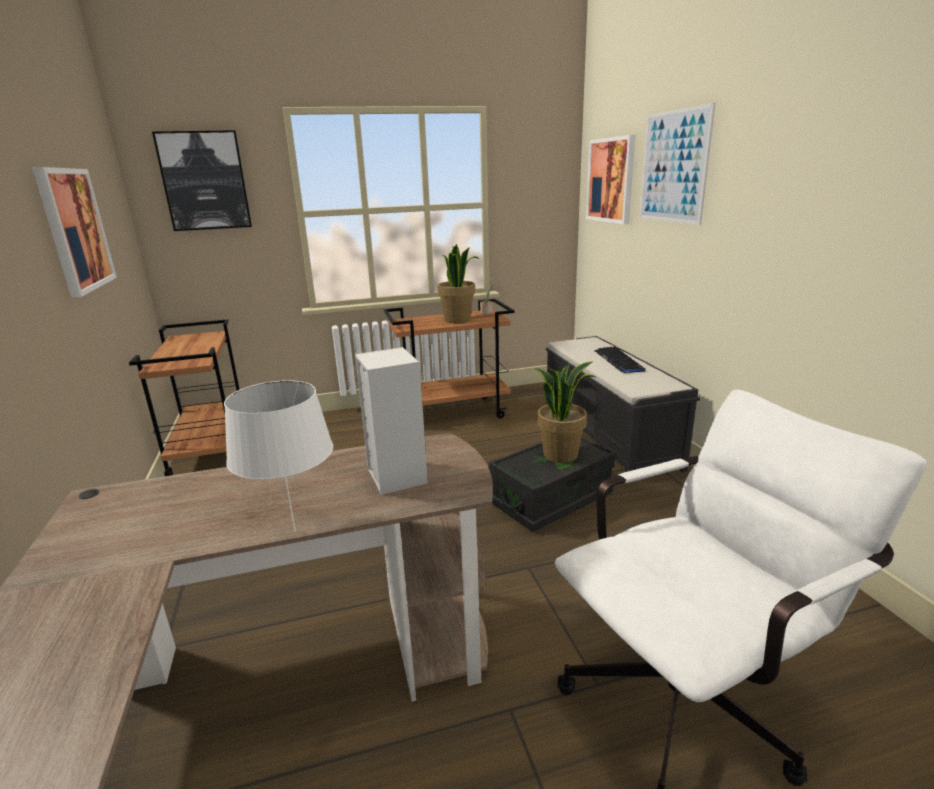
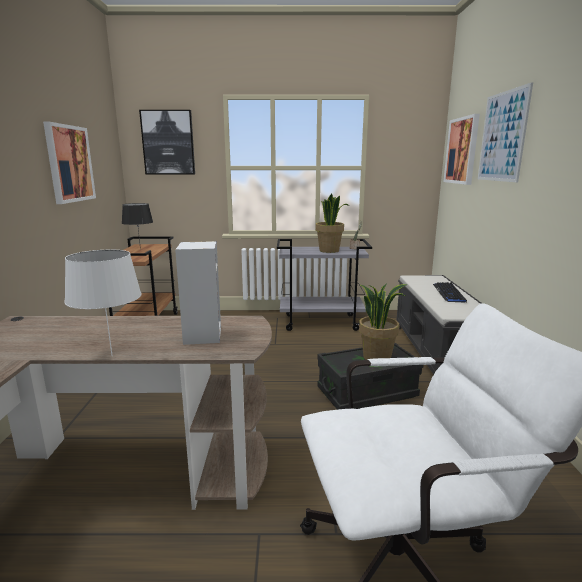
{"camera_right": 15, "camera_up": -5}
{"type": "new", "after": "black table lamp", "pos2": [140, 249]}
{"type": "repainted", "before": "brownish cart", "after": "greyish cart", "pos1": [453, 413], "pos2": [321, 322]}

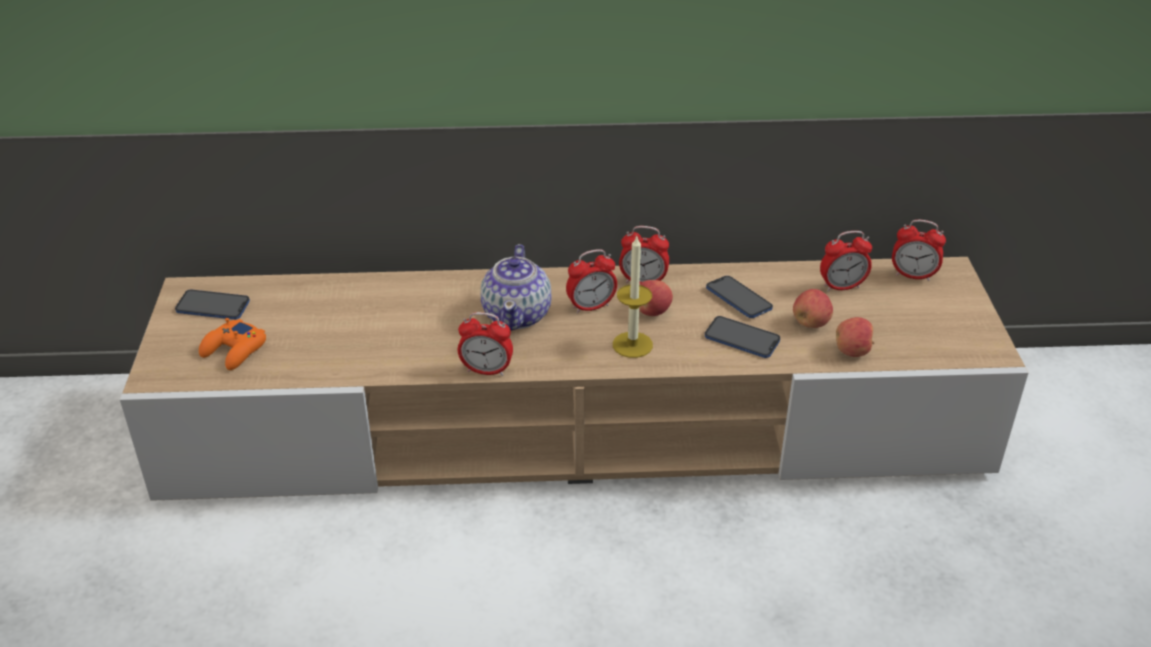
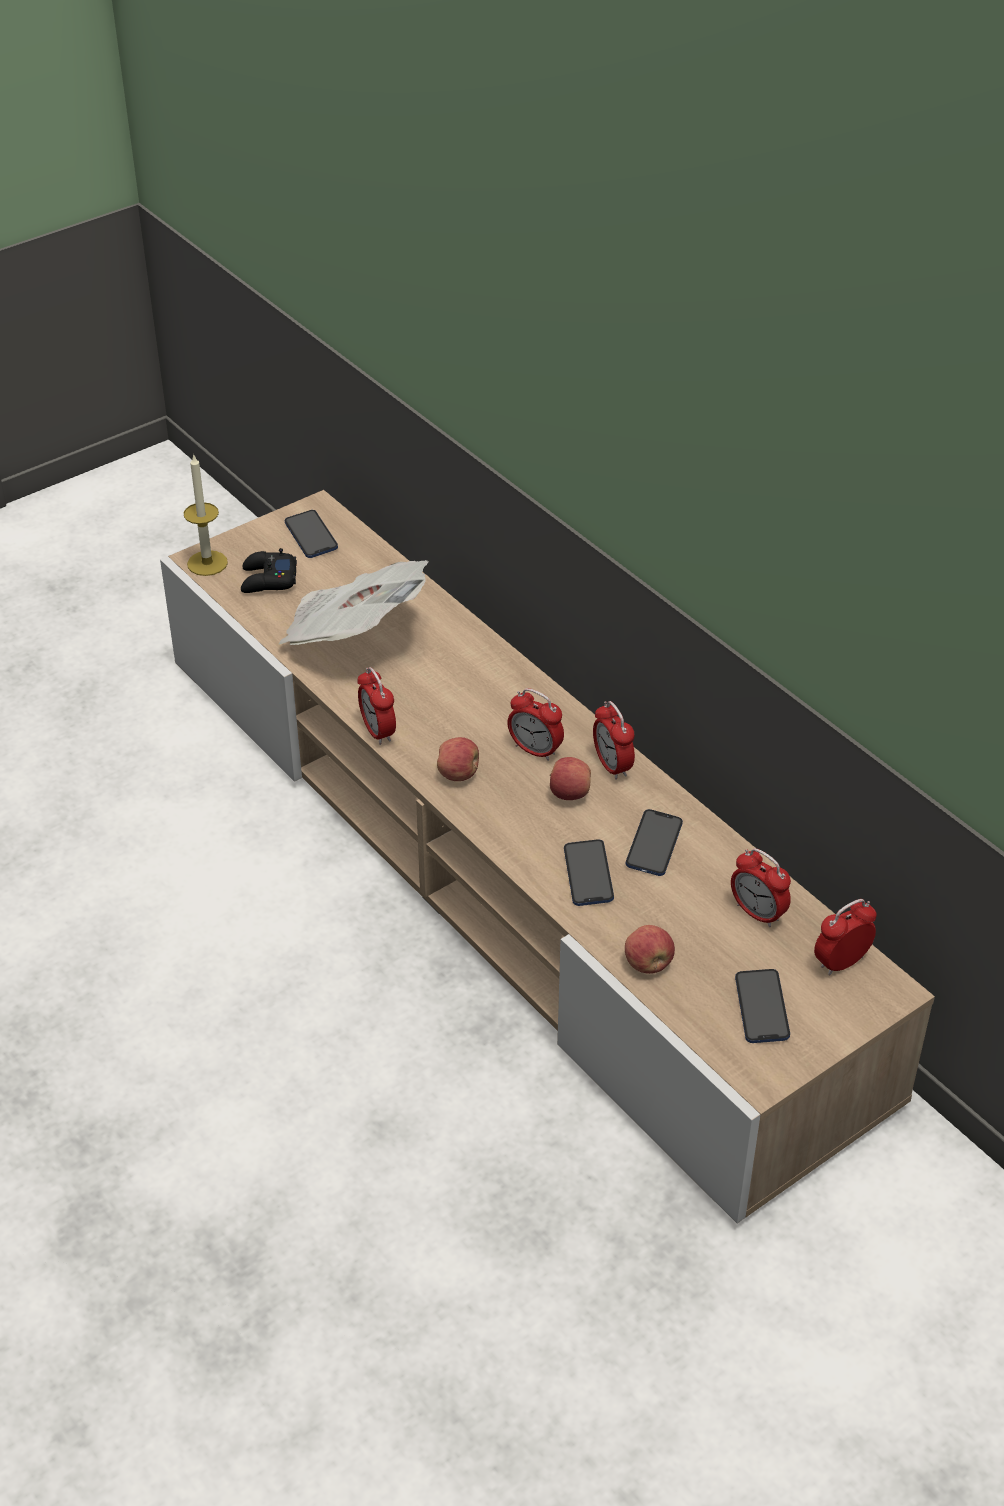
{"camera_right": 55, "camera_up": 5}
{"type": "gone", "before": "teapot", "pos1": [517, 314]}
{"type": "new", "after": "daily paper", "pos2": [354, 634]}
{"type": "new", "after": "telephone", "pos2": [761, 1008]}
{"type": "shifted", "before": "candle", "pos1": [632, 345], "pos2": [207, 563]}
{"type": "shifted", "before": "apple fruit", "pos1": [811, 323], "pos2": [458, 774]}
{"type": "repainted", "before": "orange-coloured game controller", "after": "black game controller", "pos1": [234, 350], "pos2": [268, 580]}
{"type": "rotated", "before": "alarm clock", "pos1": [913, 275], "pos2": [841, 962], "turn": 75}

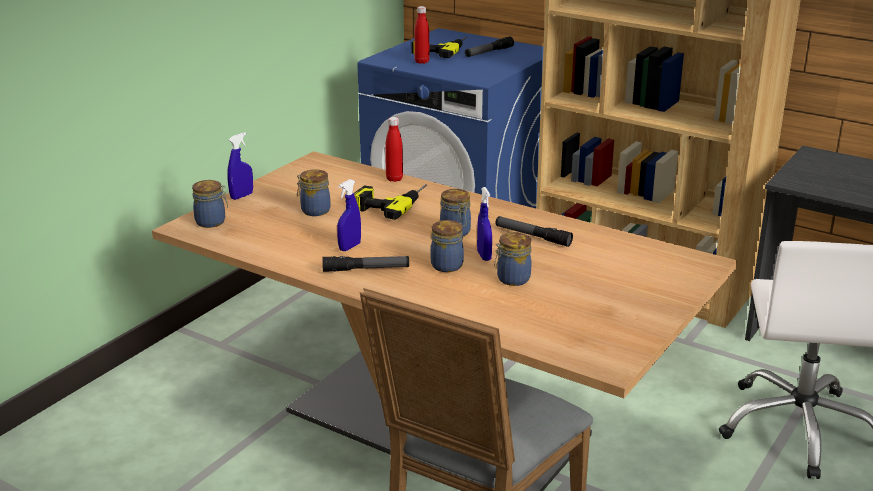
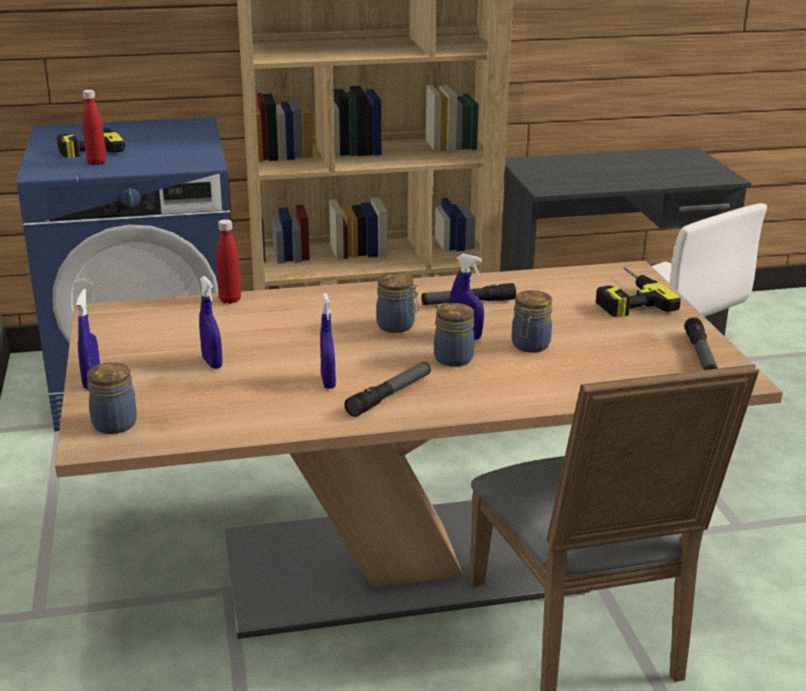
{"camera_right": -45, "camera_up": 0}
{"type": "shifted", "before": "electric drill", "pos1": [390, 202], "pos2": [625, 298]}
{"type": "shifted", "before": "hand torch", "pos1": [488, 52], "pos2": [700, 355]}
{"type": "swapped", "before": "storage jar", "after": "bluish sprayer", "pos1": [314, 210], "pos2": [212, 363]}

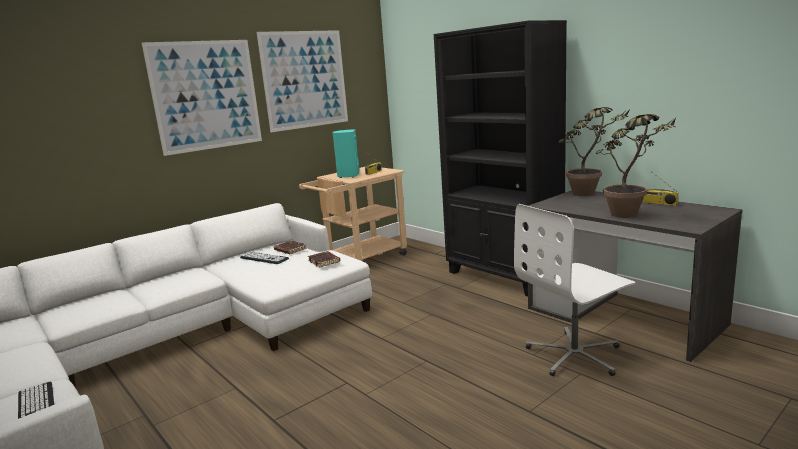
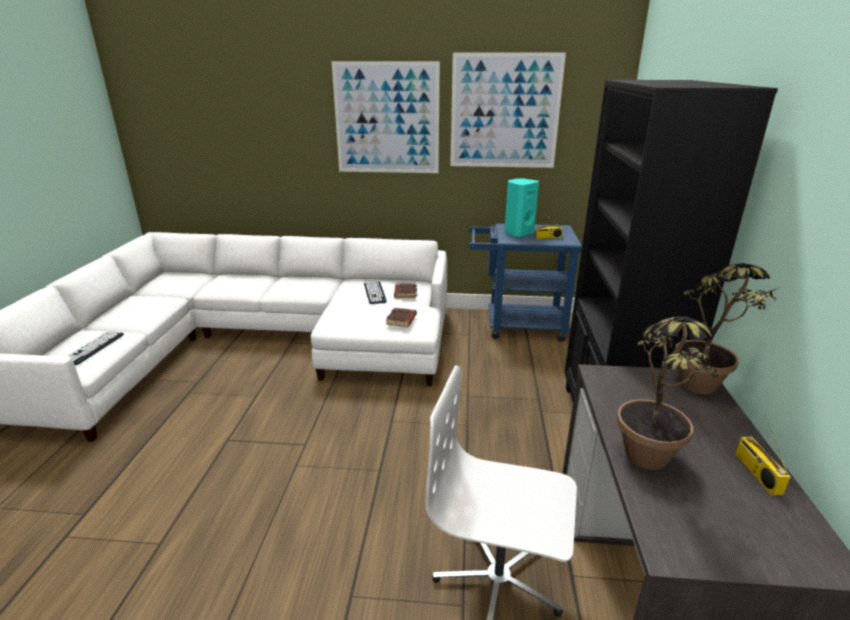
{"camera_right": 45, "camera_up": 10}
{"type": "repainted", "before": "beige-coloured cart", "after": "bluish cart", "pos1": [361, 259], "pos2": [517, 325]}

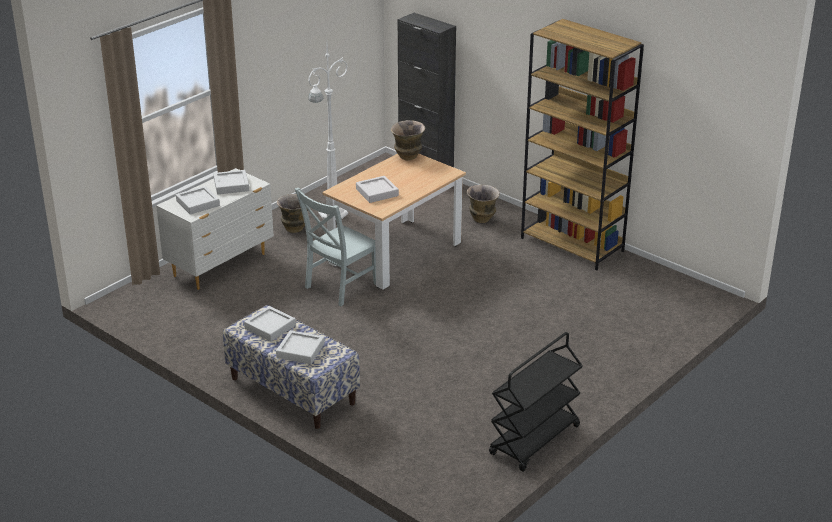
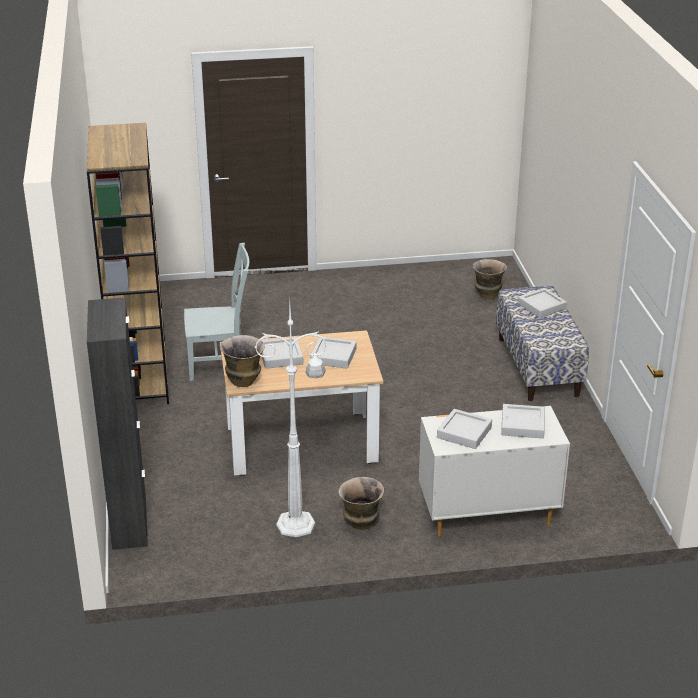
{"camera_right": -140, "camera_up": 0}
{"type": "gone", "before": "black cart", "pos1": [535, 441]}
{"type": "shifted", "before": "greyish tray", "pos1": [270, 327], "pos2": [281, 356]}
{"type": "shifted", "before": "greyish plain chair", "pos1": [339, 287], "pos2": [221, 364]}
{"type": "shifted", "before": "vase", "pos1": [482, 219], "pos2": [487, 295]}

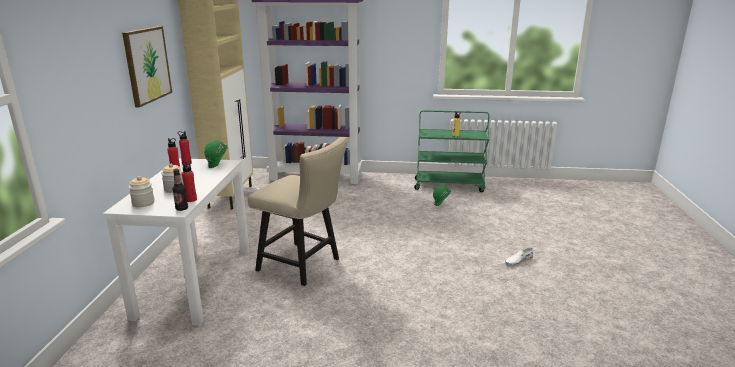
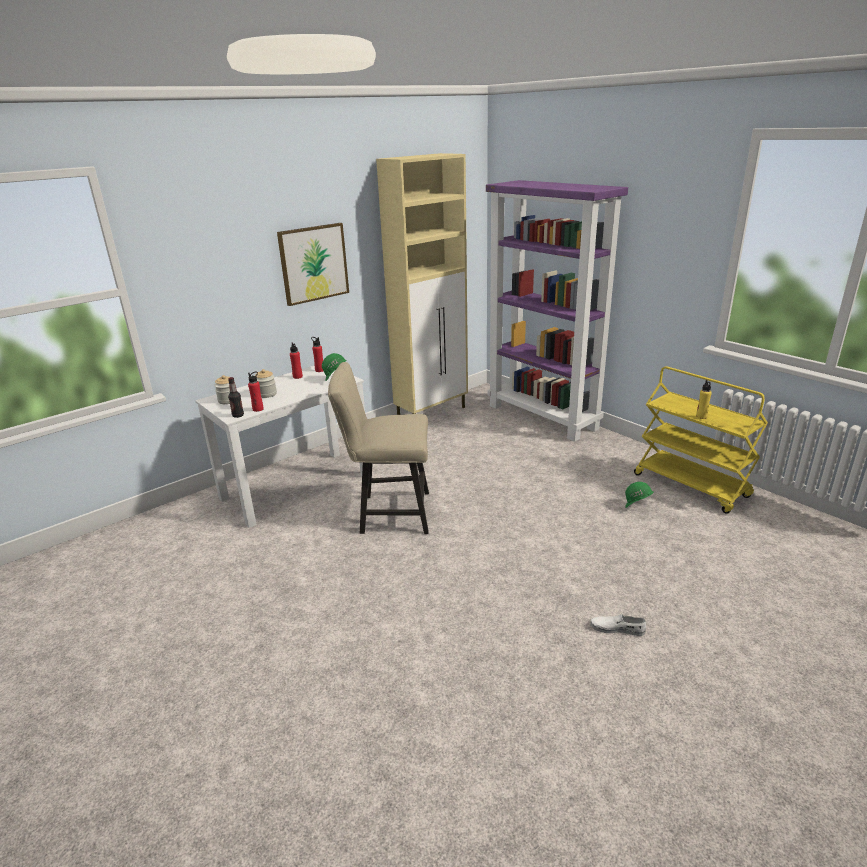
{"camera_right": 45, "camera_up": 5}
{"type": "repainted", "before": "green-coloured cart", "after": "yellow cart", "pos1": [449, 185], "pos2": [691, 486]}
{"type": "rotated", "before": "beige-coloured plain chair", "pos1": [304, 265], "pos2": [388, 513], "turn": 105}

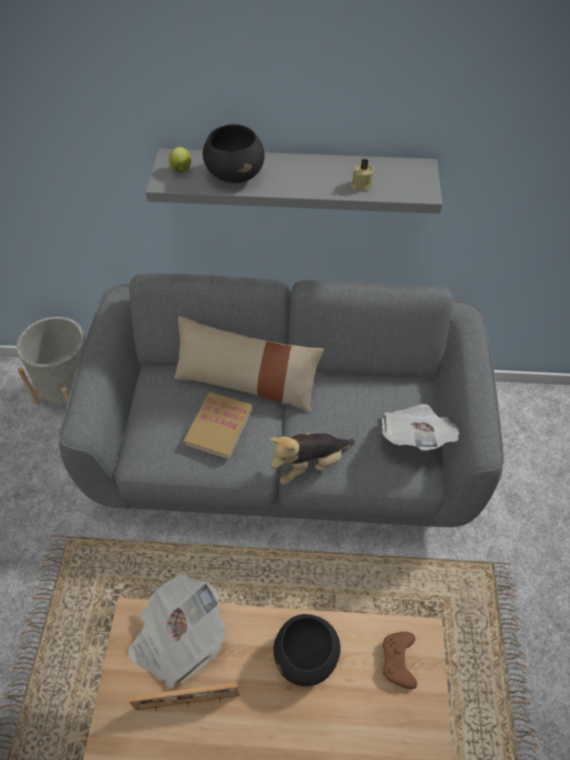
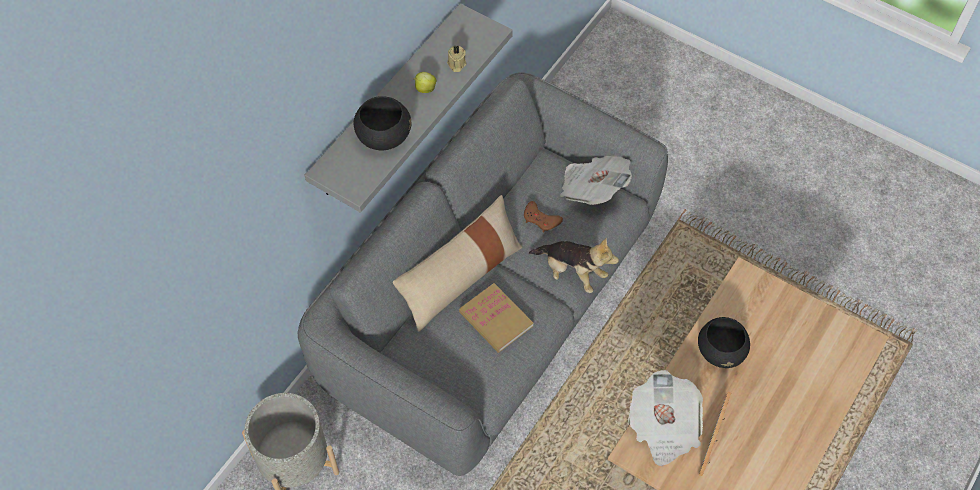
{"camera_right": -60, "camera_up": 5}
{"type": "shifted", "before": "apple fruit", "pos1": [181, 169], "pos2": [425, 89]}
{"type": "shifted", "before": "brownish game controller", "pos1": [398, 660], "pos2": [541, 219]}
{"type": "rotated", "before": "cuddly toy", "pos1": [309, 464], "pos2": [572, 272], "turn": -60}

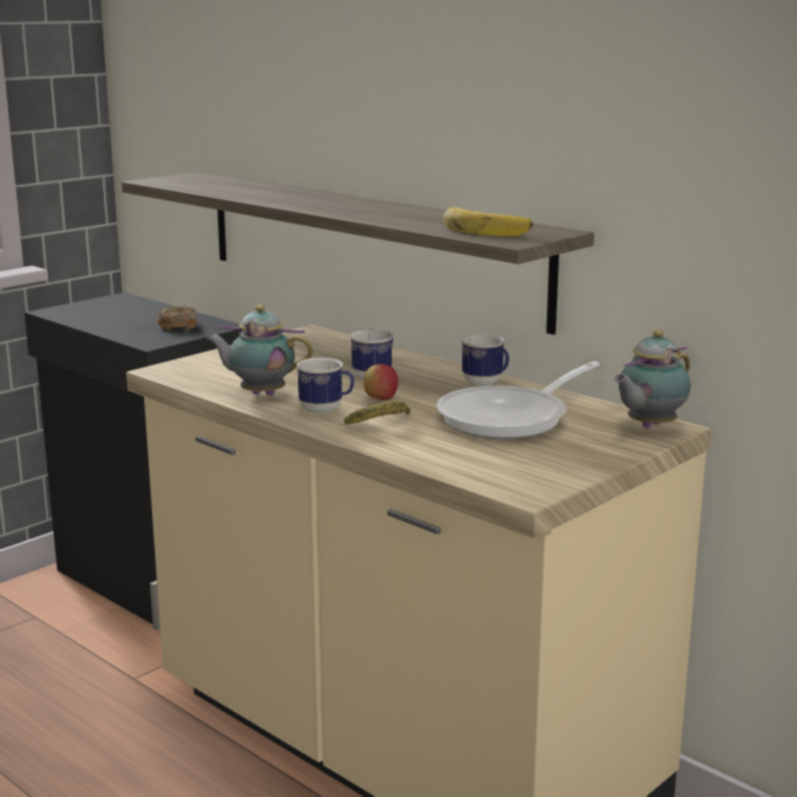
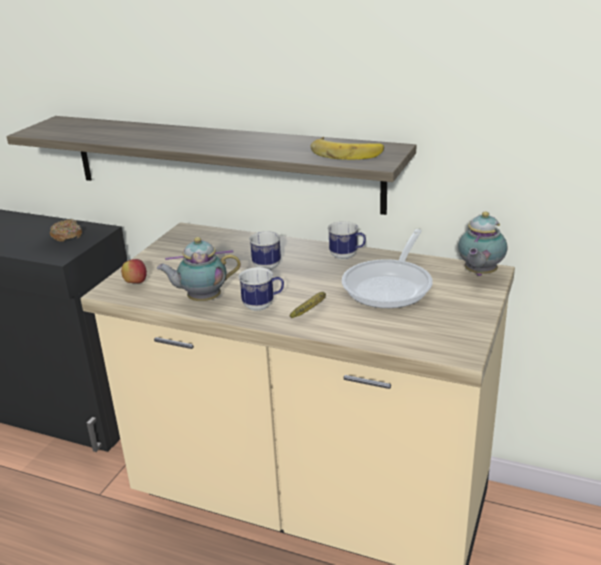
{"camera_right": -20, "camera_up": 10}
{"type": "shifted", "before": "apple fruit", "pos1": [380, 399], "pos2": [136, 283]}

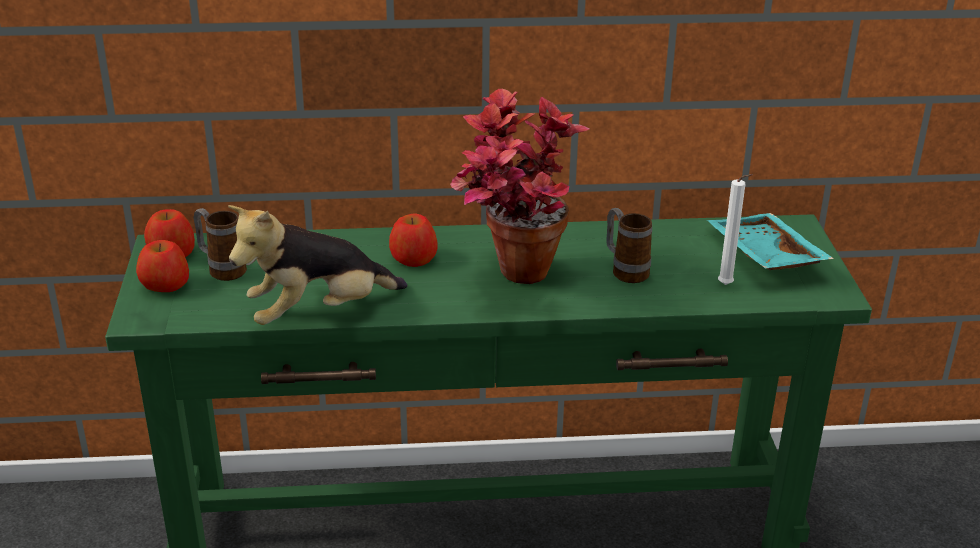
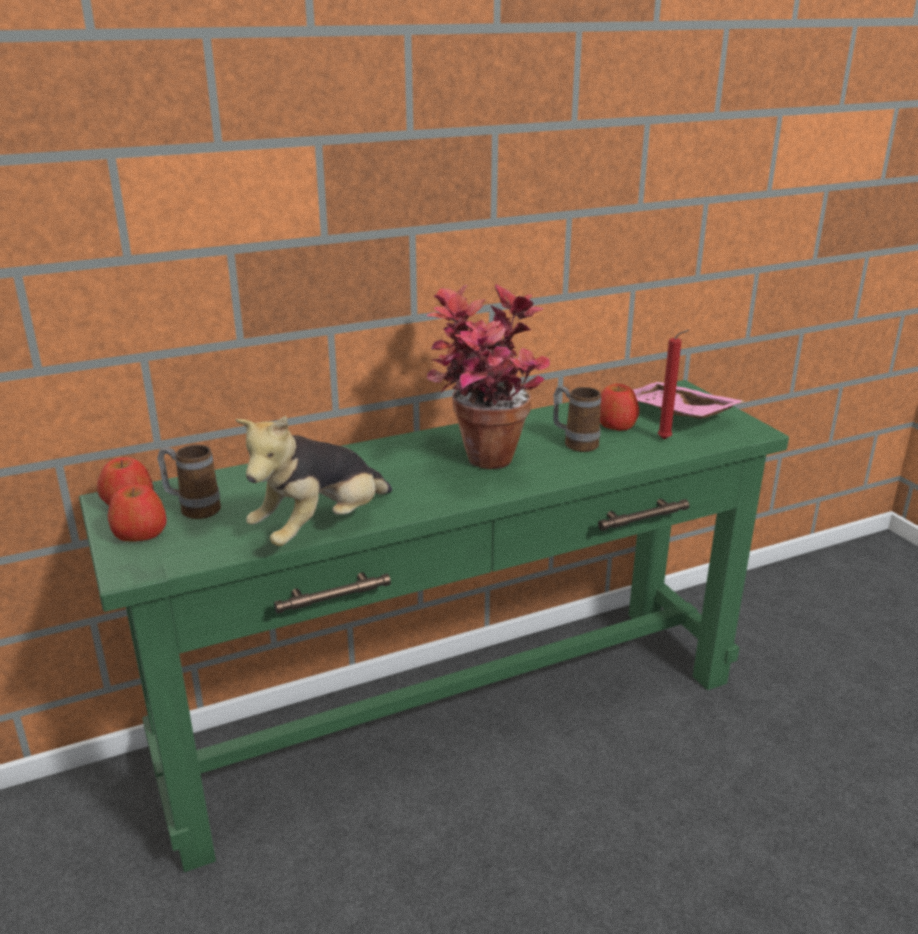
{"camera_right": -20, "camera_up": -5}
{"type": "shifted", "before": "apple fruit", "pos1": [414, 258], "pos2": [615, 424]}
{"type": "repainted", "before": "blue-green tray", "after": "pinkish tray", "pos1": [763, 256], "pos2": [674, 414]}
{"type": "repainted", "before": "white-coloured candle", "after": "reddish candle", "pos1": [727, 286], "pos2": [666, 440]}

